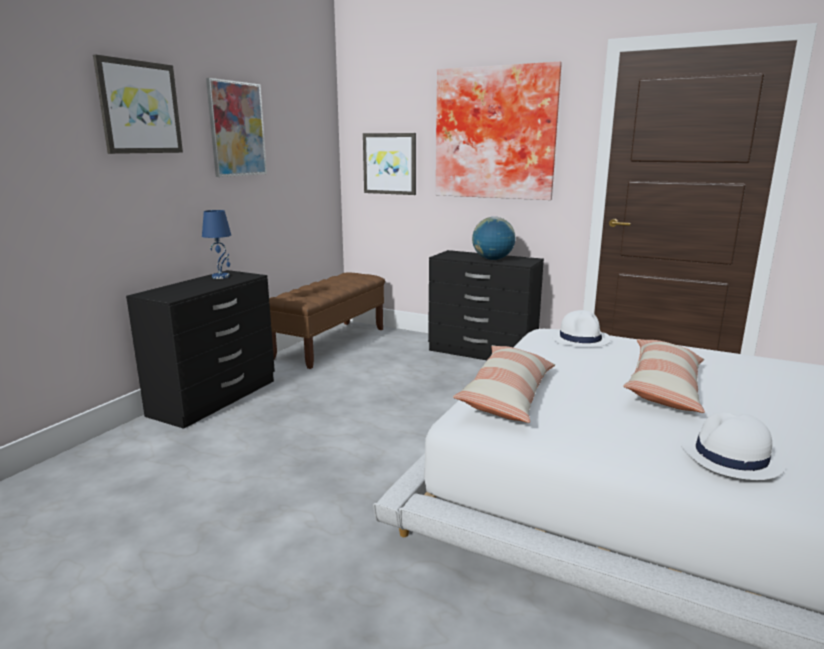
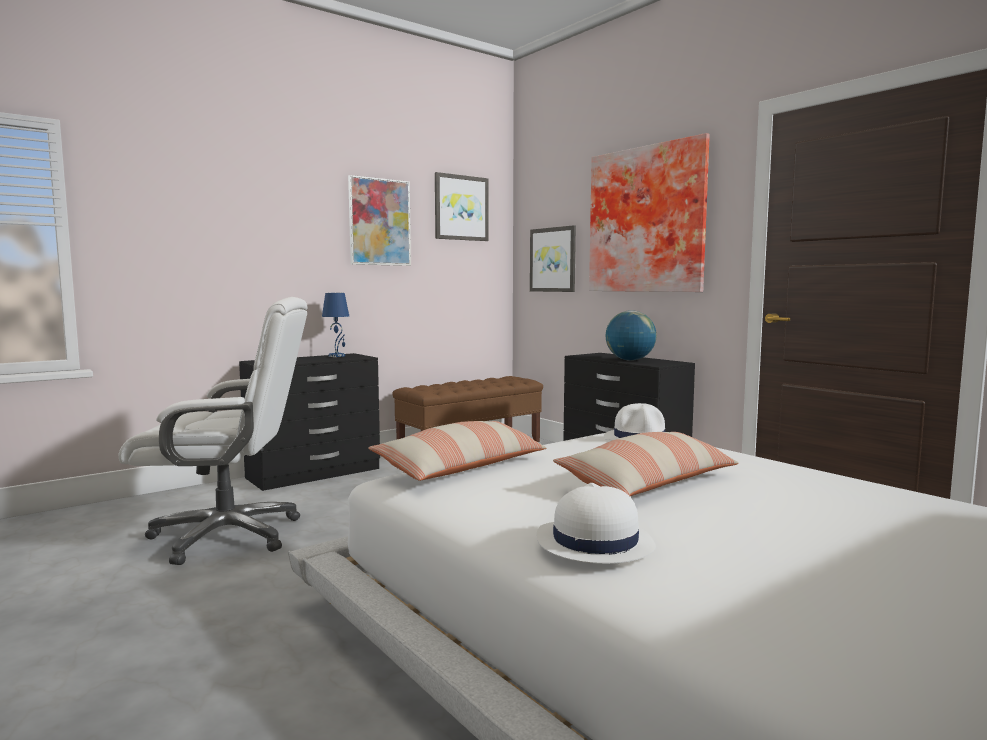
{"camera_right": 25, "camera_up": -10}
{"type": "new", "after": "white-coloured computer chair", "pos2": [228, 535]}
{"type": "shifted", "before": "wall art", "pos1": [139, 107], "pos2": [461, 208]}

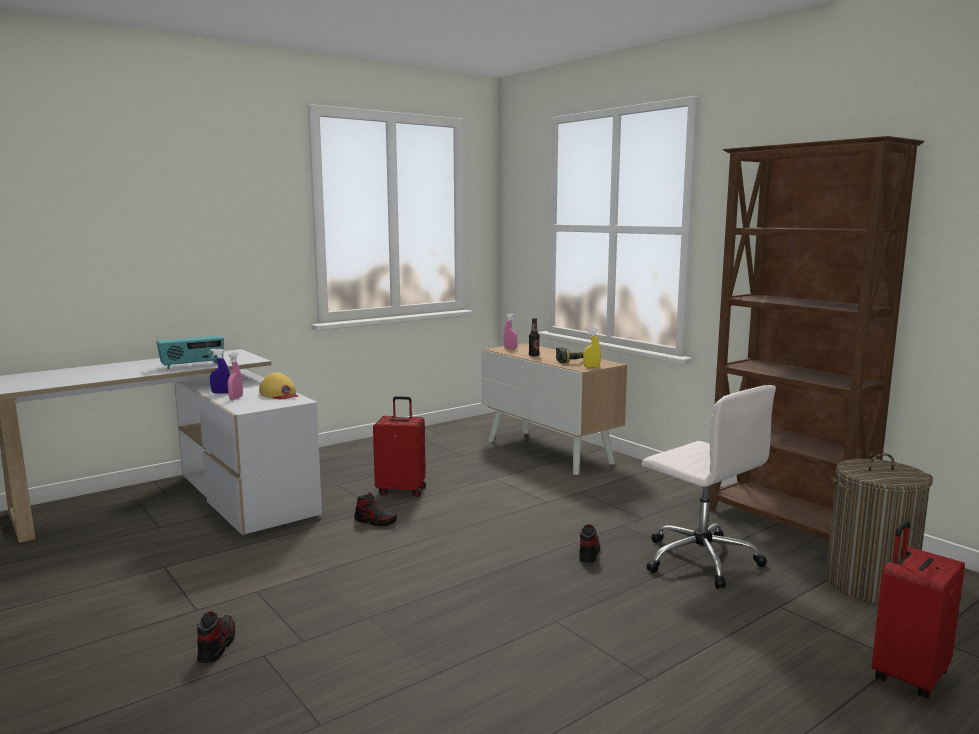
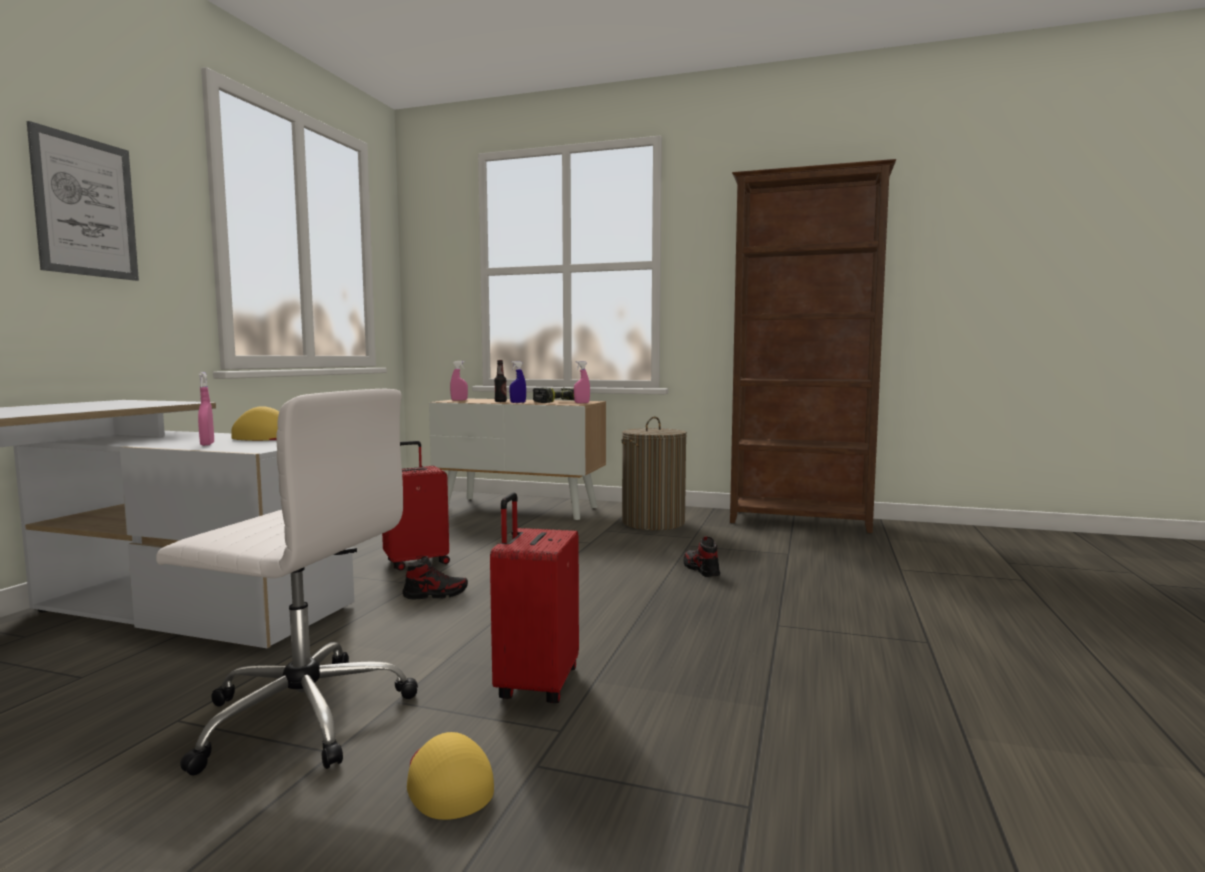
{"camera_right": -35, "camera_up": -5}
{"type": "gone", "before": "radio", "pos1": [192, 365]}
{"type": "new", "after": "wall art", "pos2": [85, 207]}
{"type": "shifted", "before": "bluish sprayer", "pos1": [221, 393], "pos2": [518, 402]}
{"type": "shifted", "before": "white-coloured computer chair", "pos1": [699, 559], "pos2": [301, 715]}
{"type": "shifted", "before": "washing basket", "pos1": [870, 584], "pos2": [653, 522]}
{"type": "shifted", "before": "reddish piece of luggage", "pos1": [907, 676], "pos2": [535, 684]}
{"type": "swapped", "before": "low shoe", "after": "yellow cap", "pos1": [216, 646], "pos2": [447, 781]}
{"type": "repainted", "before": "yellow sprayer", "after": "pinkish sprayer", "pos1": [591, 367], "pos2": [581, 403]}

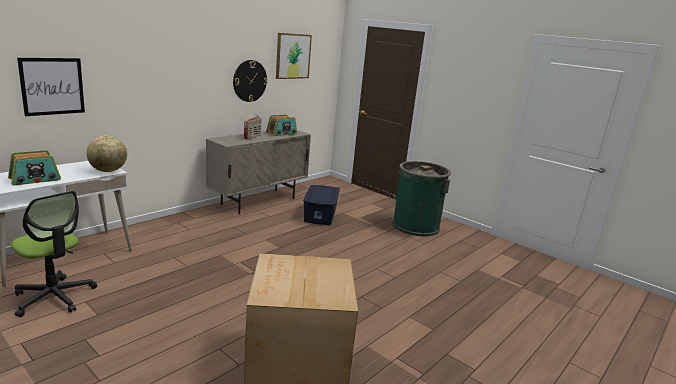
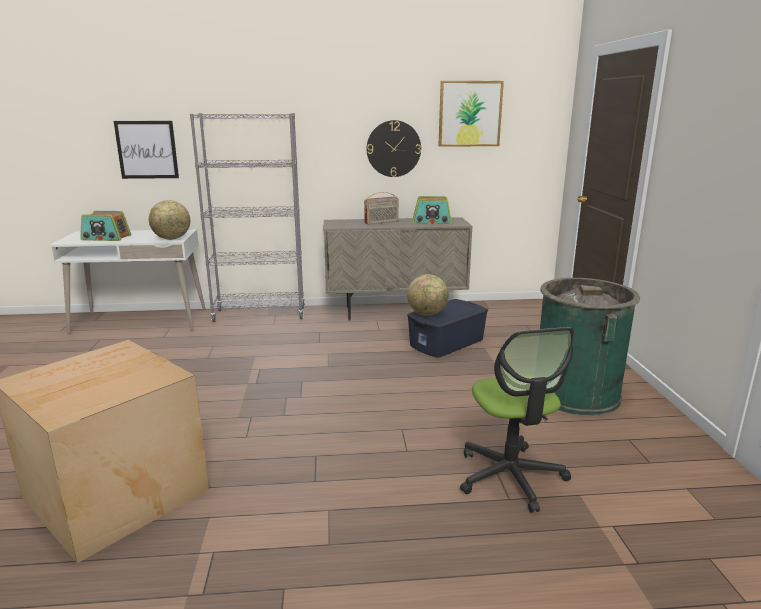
{"camera_right": 45, "camera_up": 0}
{"type": "new", "after": "greyish bookcase", "pos2": [260, 314]}
{"type": "new", "after": "world globe", "pos2": [427, 314]}
{"type": "shifted", "before": "computer chair", "pos1": [54, 297], "pos2": [510, 476]}

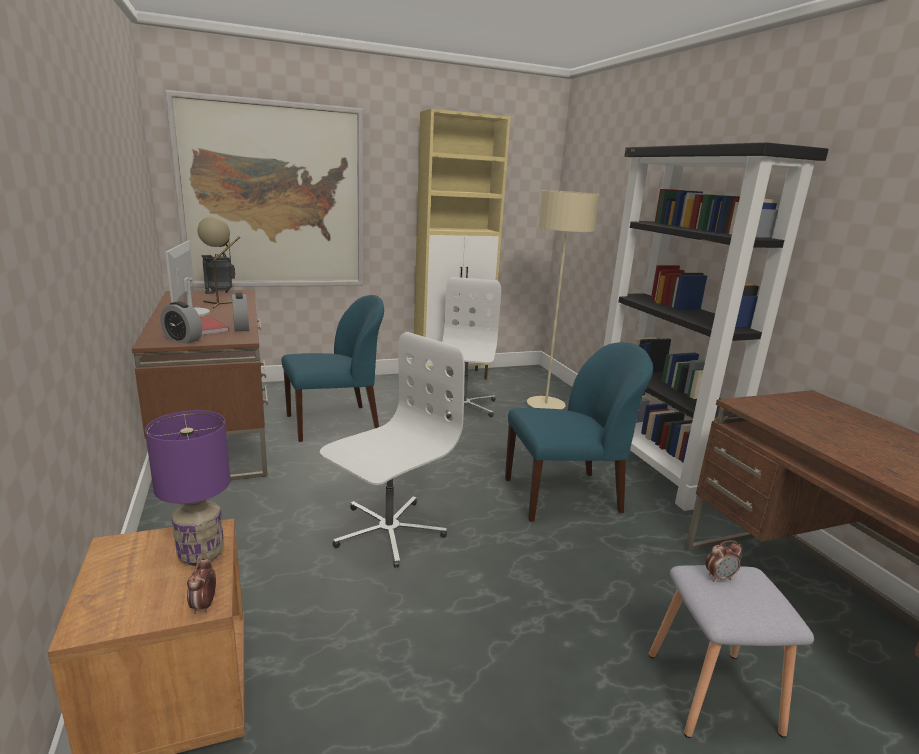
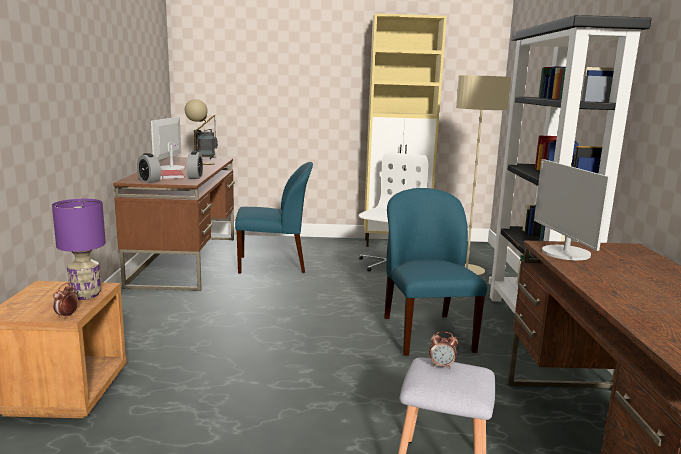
{"camera_right": 20, "camera_up": -5}
{"type": "gone", "before": "wall art", "pos1": [274, 197]}
{"type": "gone", "before": "white-coloured computer chair", "pos1": [388, 531]}
{"type": "new", "after": "monitor", "pos2": [565, 253]}
{"type": "rotated", "before": "bluish plain chair", "pos1": [564, 496], "pos2": [426, 333], "turn": -105}

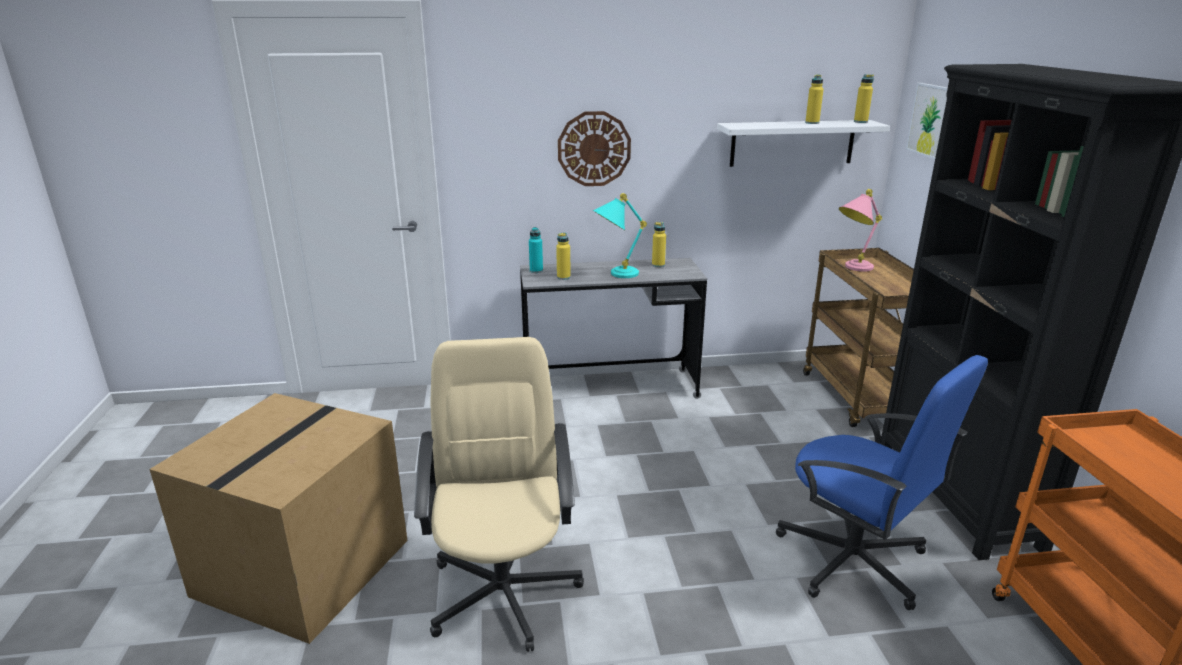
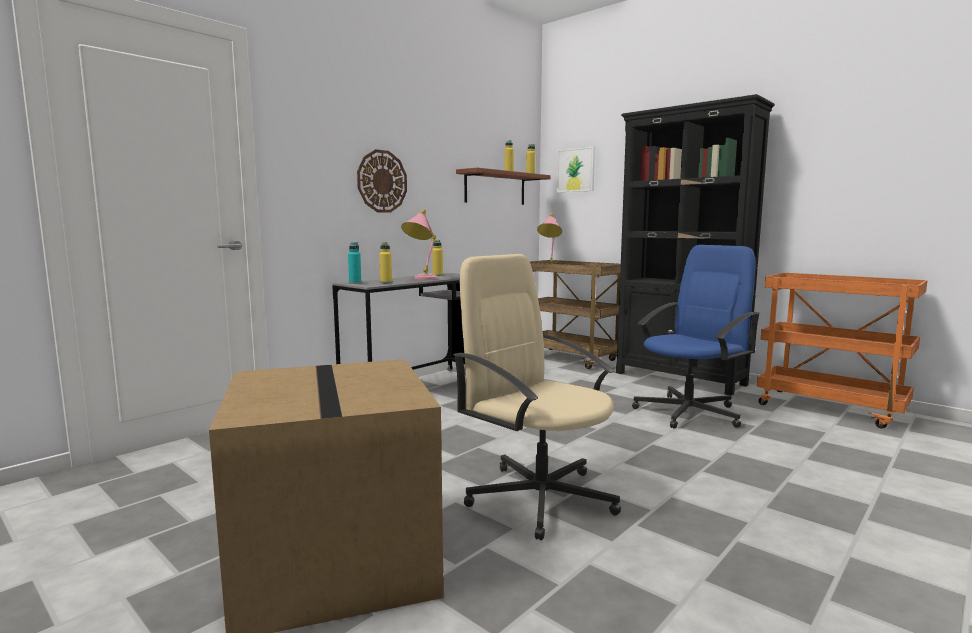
{"camera_right": -40, "camera_up": -15}
{"type": "repainted", "before": "blue-green table lamp", "after": "pinkish table lamp", "pos1": [615, 275], "pos2": [420, 279]}
{"type": "repainted", "before": "white-coloured bracket shelf", "after": "brownish bracket shelf", "pos1": [792, 143], "pos2": [495, 188]}
{"type": "rotated", "before": "bluish computer chair", "pos1": [854, 561], "pos2": [689, 412], "turn": -45}

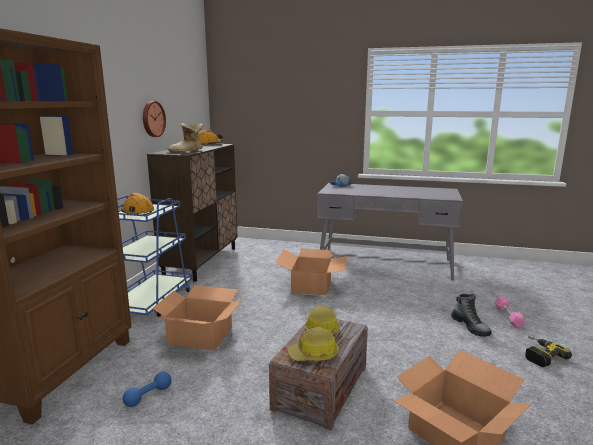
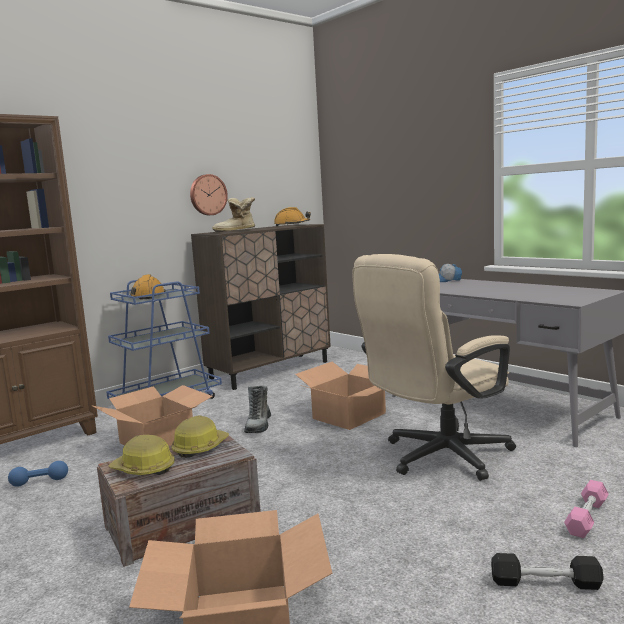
{"camera_right": 35, "camera_up": -5}
{"type": "new", "after": "beige-coloured computer chair", "pos2": [437, 458]}
{"type": "shifted", "before": "tall boot", "pos1": [470, 327], "pos2": [258, 425]}
{"type": "swapped", "before": "electric drill", "after": "black dumbbell", "pos1": [538, 354], "pos2": [545, 583]}

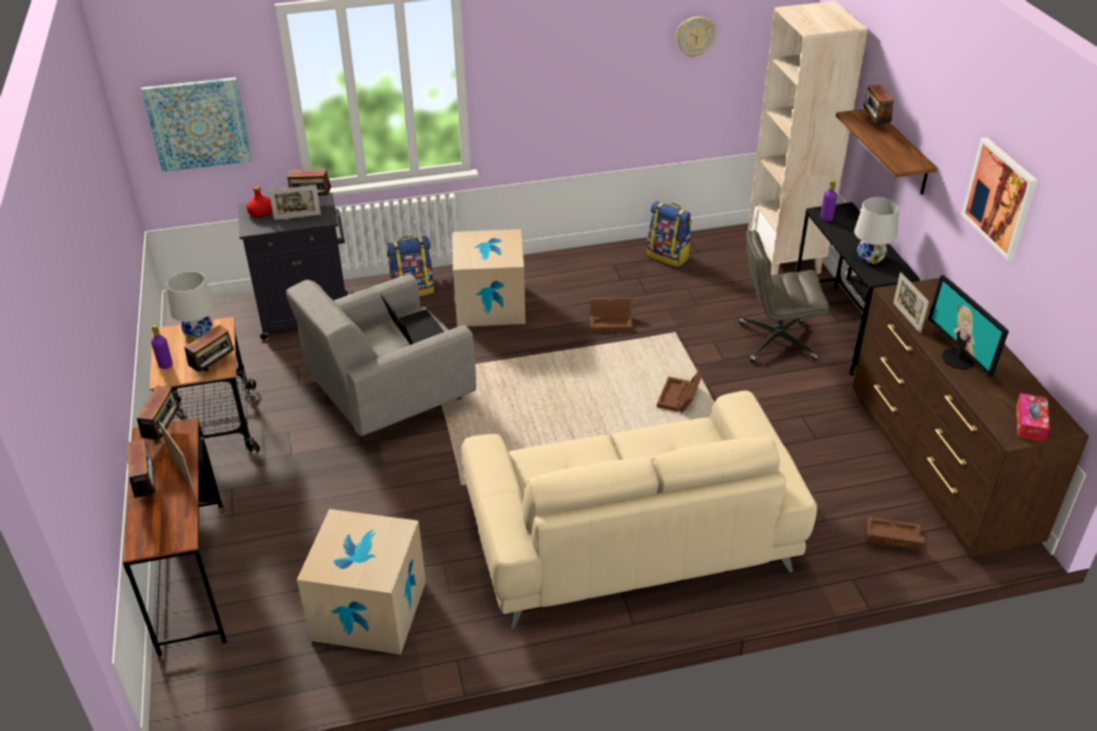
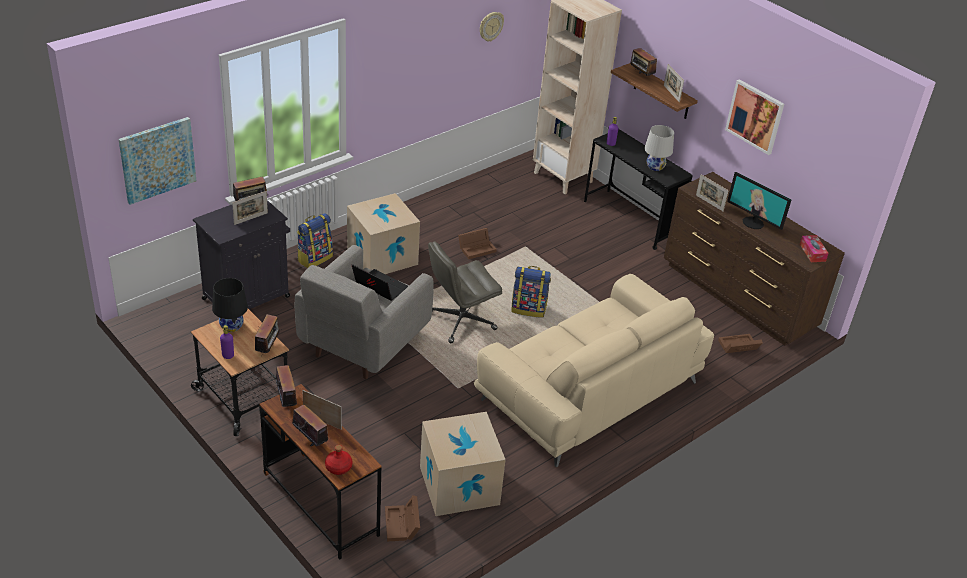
{"camera_right": -30, "camera_up": 0}
{"type": "new", "after": "photo frame", "pos2": [671, 94]}
{"type": "shifted", "before": "reddish drink bottle", "pos1": [261, 212], "pos2": [338, 467]}
{"type": "shifted", "before": "knapsack", "pos1": [668, 256], "pos2": [529, 309]}
{"type": "shifted", "before": "brownish storage bin", "pos1": [679, 398], "pos2": [402, 525]}
{"type": "shifted", "before": "greyish computer chair", "pos1": [776, 341], "pos2": [460, 321]}
{"type": "repainted", "before": "white-coloured table lamp", "after": "black table lamp", "pos1": [199, 333], "pos2": [231, 326]}

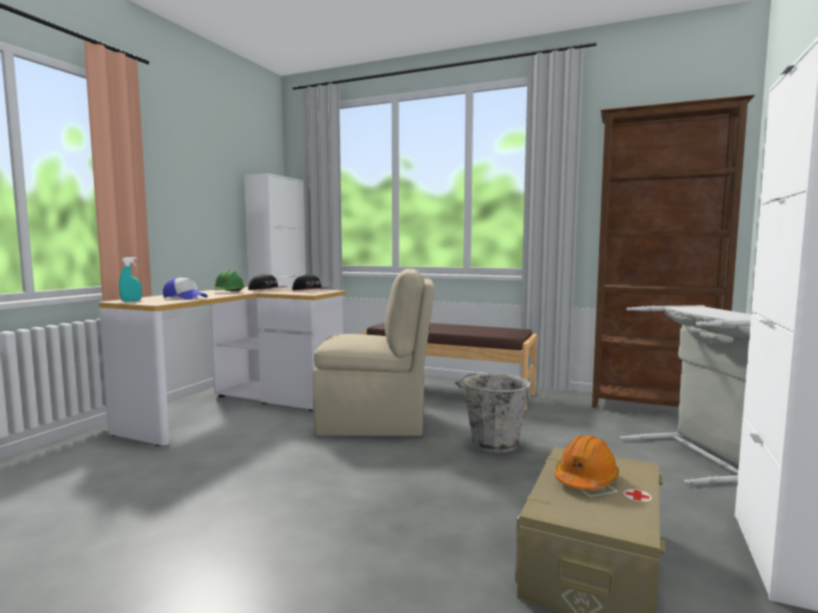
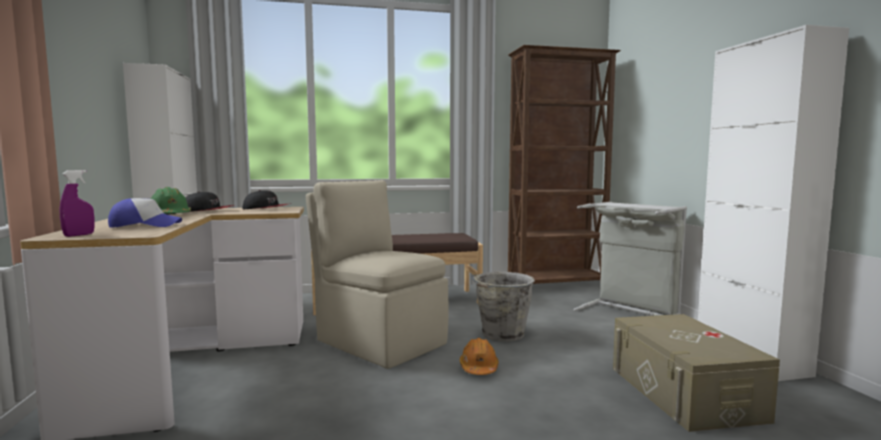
{"camera_right": -35, "camera_up": 0}
{"type": "shifted", "before": "orange-coloured hard hat", "pos1": [585, 479], "pos2": [479, 368]}
{"type": "repainted", "before": "blue-green sprayer", "after": "purplish sprayer", "pos1": [131, 301], "pos2": [79, 235]}
{"type": "rotated", "before": "beige-coloured plain chair", "pos1": [375, 422], "pos2": [379, 341], "turn": -105}

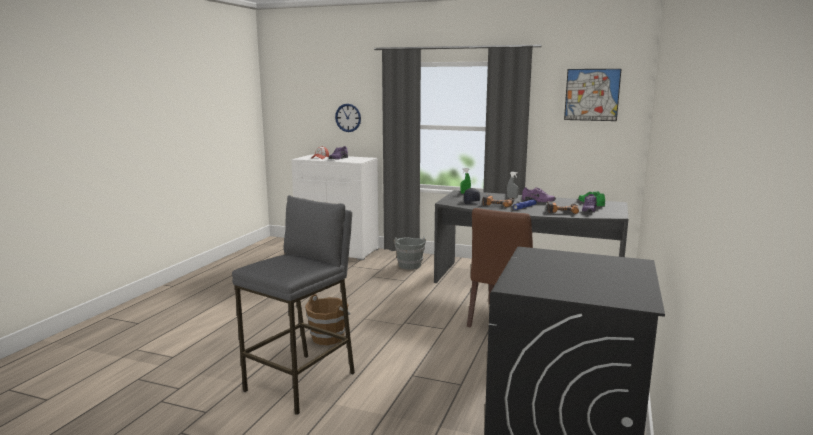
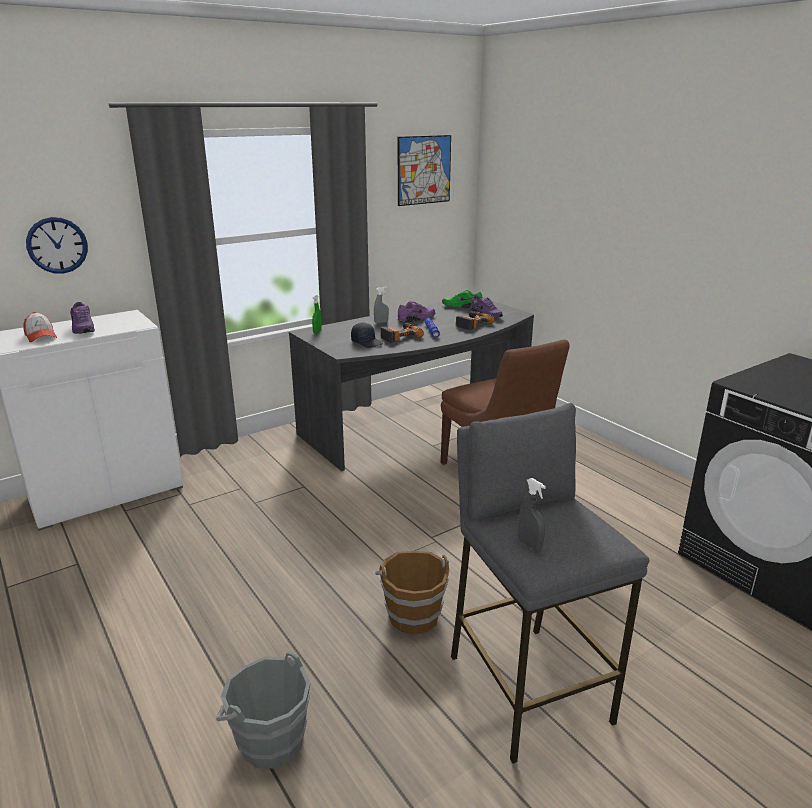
{"camera_right": -55, "camera_up": 10}
{"type": "new", "after": "greyish sprayer", "pos2": [529, 545]}
{"type": "shifted", "before": "greyish water bucket", "pos1": [409, 265], "pos2": [269, 740]}

